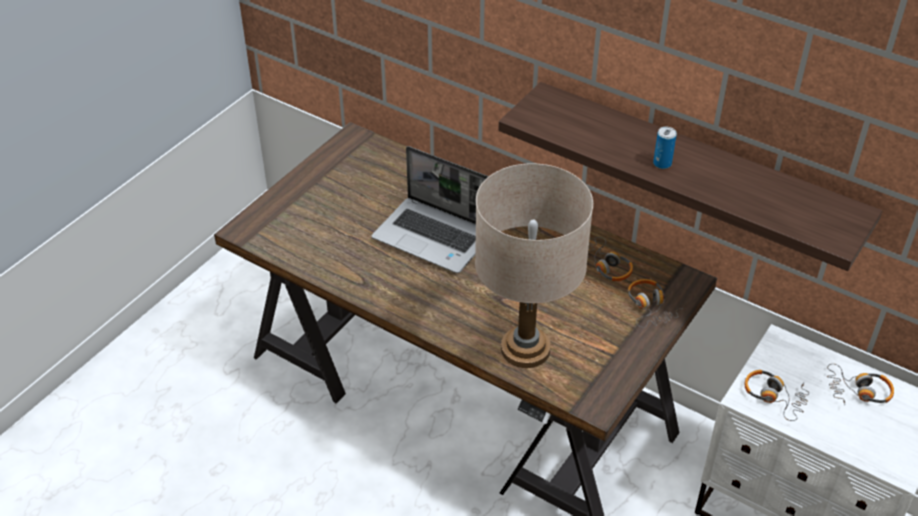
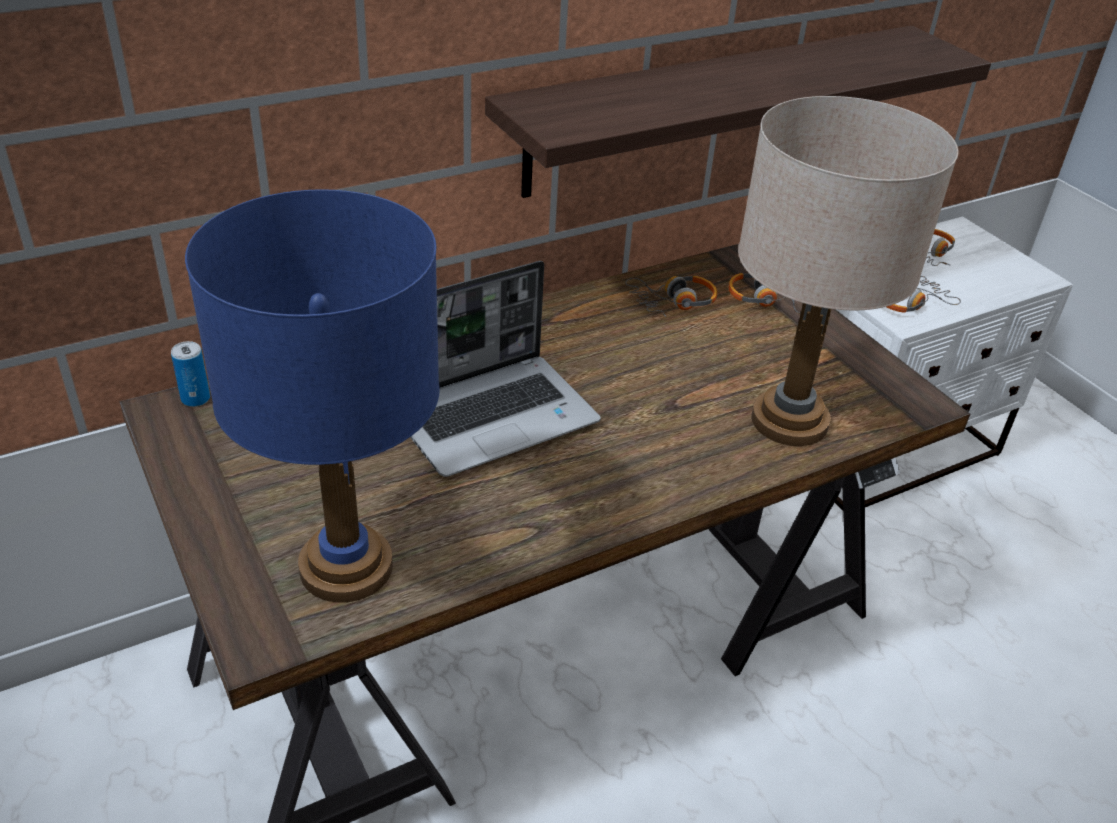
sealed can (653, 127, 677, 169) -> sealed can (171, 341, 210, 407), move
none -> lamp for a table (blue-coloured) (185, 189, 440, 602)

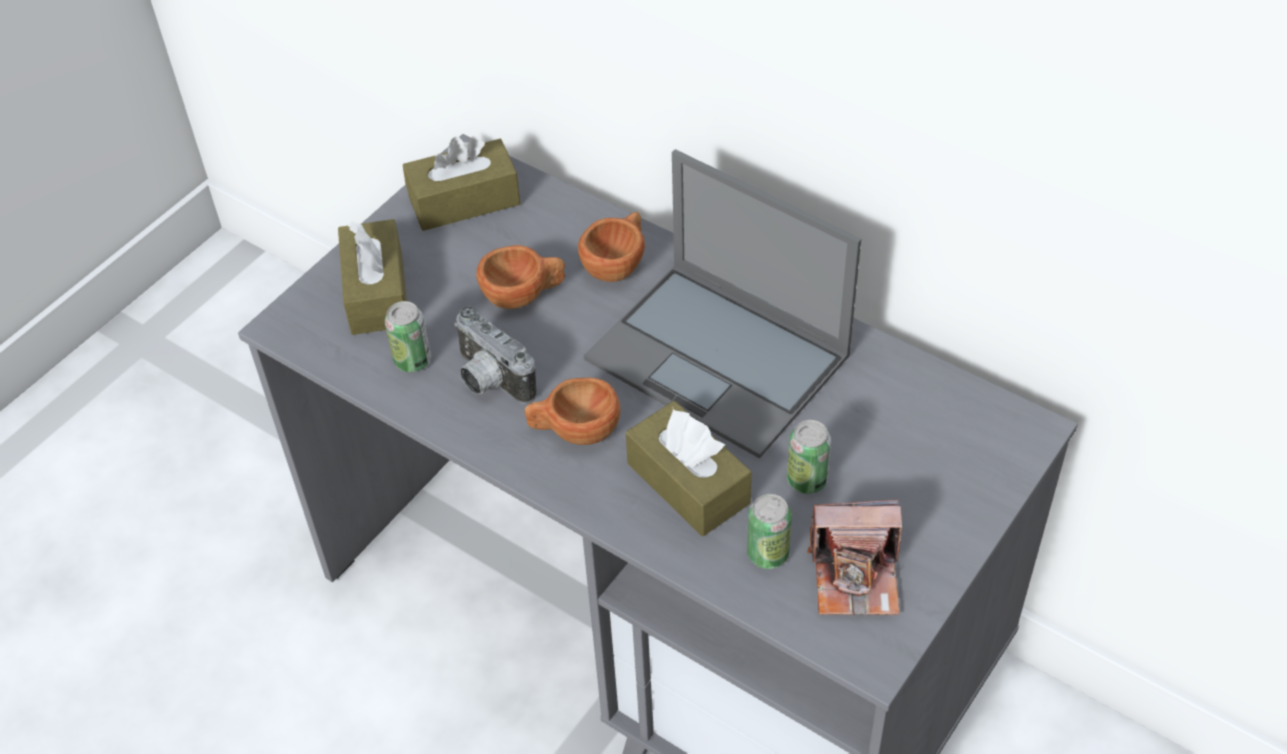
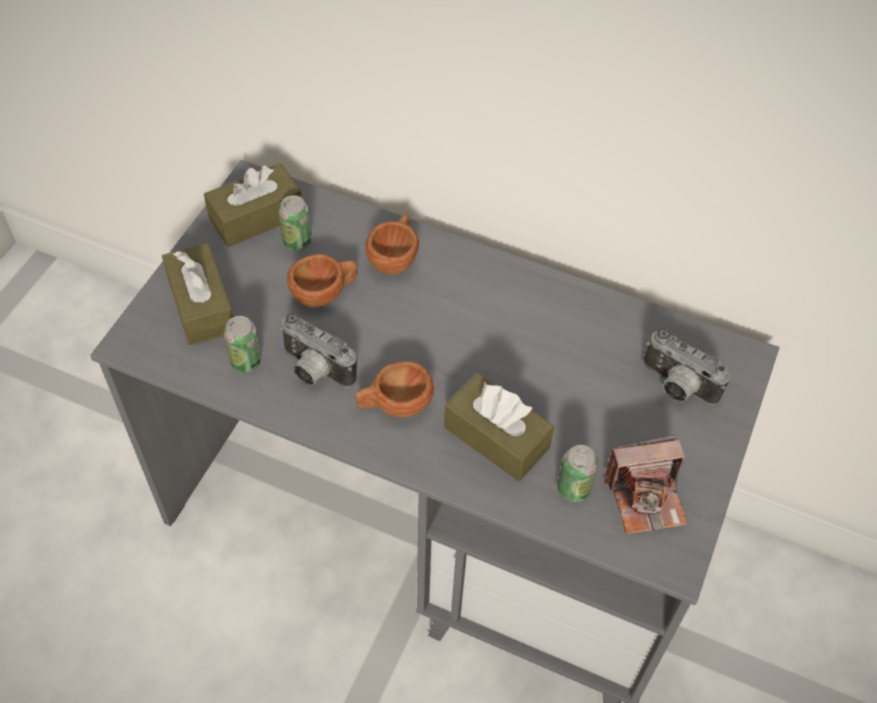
sealed can (787, 420, 831, 494) -> sealed can (278, 195, 312, 251), move
none -> still camera (643, 328, 730, 405)
laptop (584, 149, 861, 459) -> none

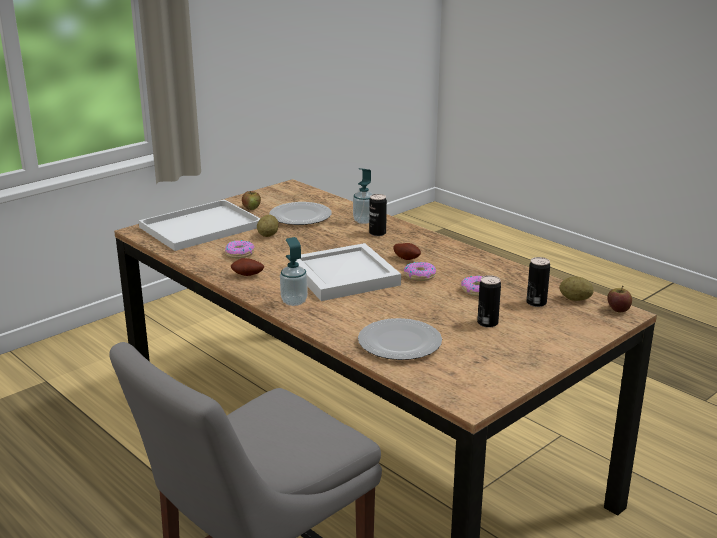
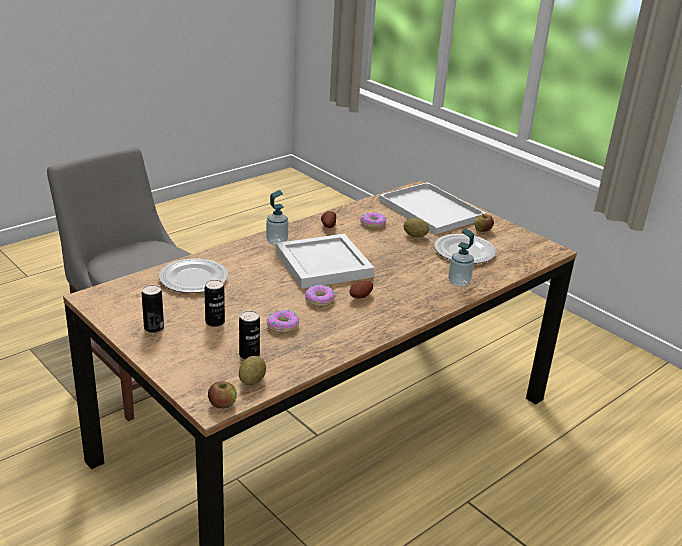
sealed can (369, 194, 387, 236) -> sealed can (142, 285, 164, 333), move

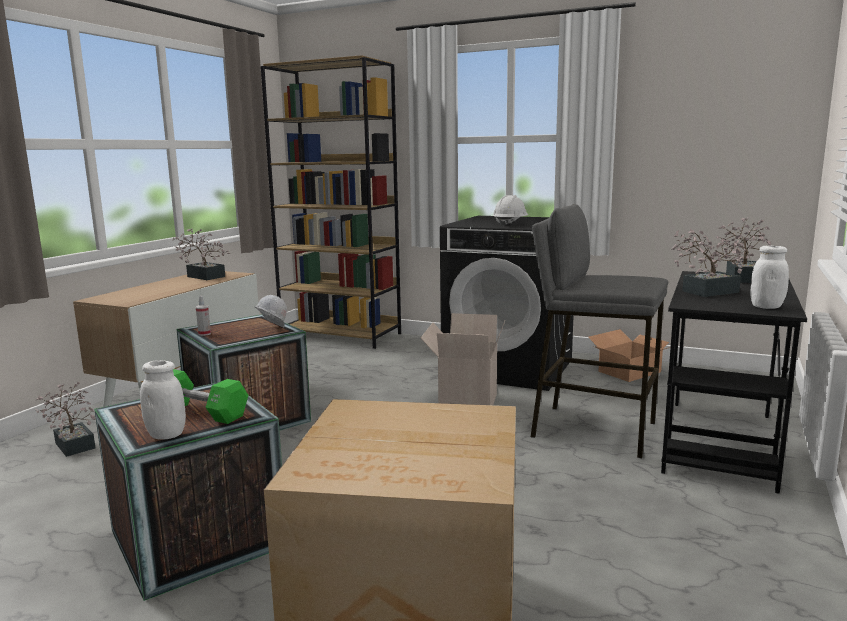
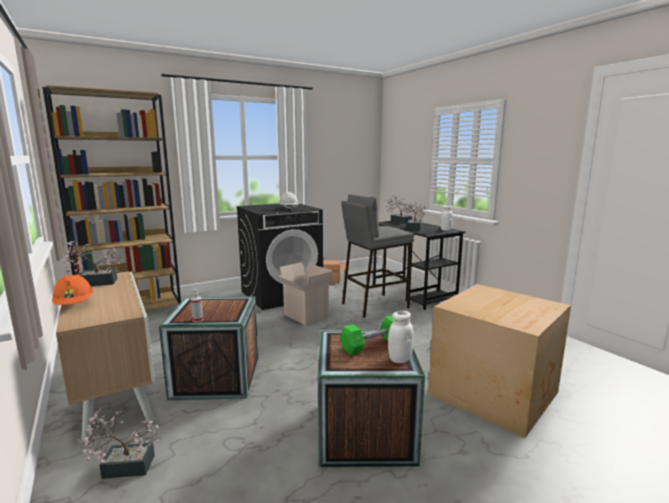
none -> safety helmet (orange-coloured) (52, 274, 93, 305)
safety helmet (white-coloured) (255, 295, 287, 328) -> none

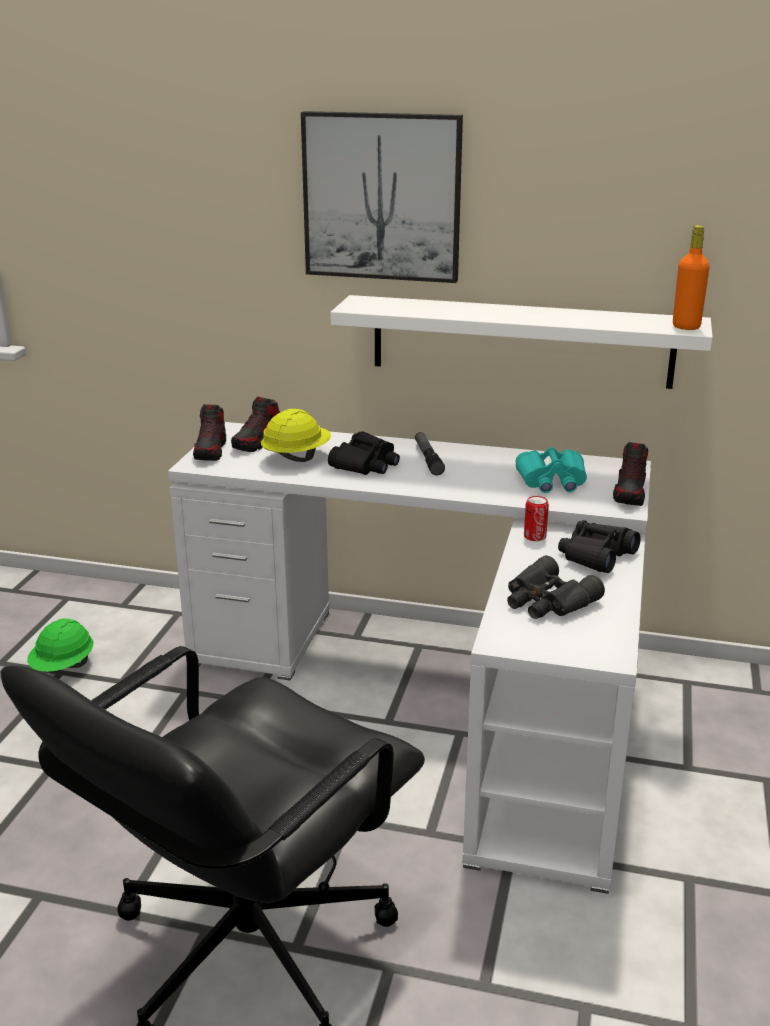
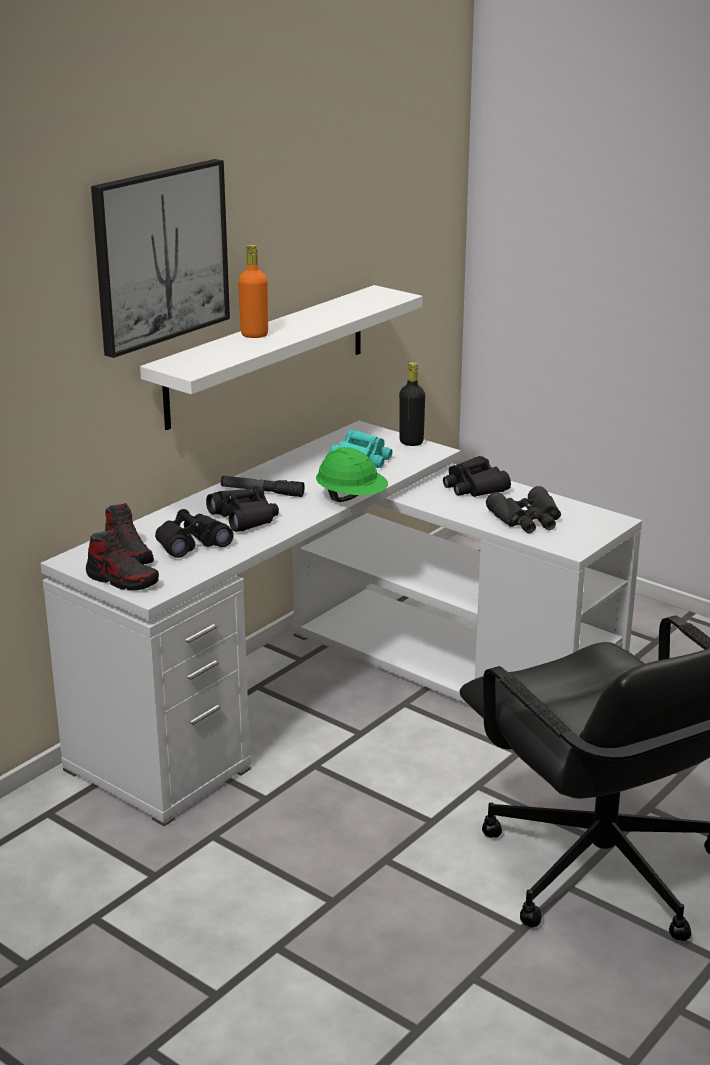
safety helmet (yellow) (261, 409, 331, 462) -> binoculars (blackish) (155, 509, 234, 558)
bottle (orange-coloured) (673, 225, 710, 330) -> bottle (orange-coloured) (238, 244, 268, 338), move
safety helmet (greenish) (27, 619, 93, 672) -> safety helmet (greenish) (316, 447, 388, 502), move
shoe (613, 442, 648, 506) -> bottle (blackish) (399, 362, 425, 446)
sealed can (524, 496, 549, 541) -> none

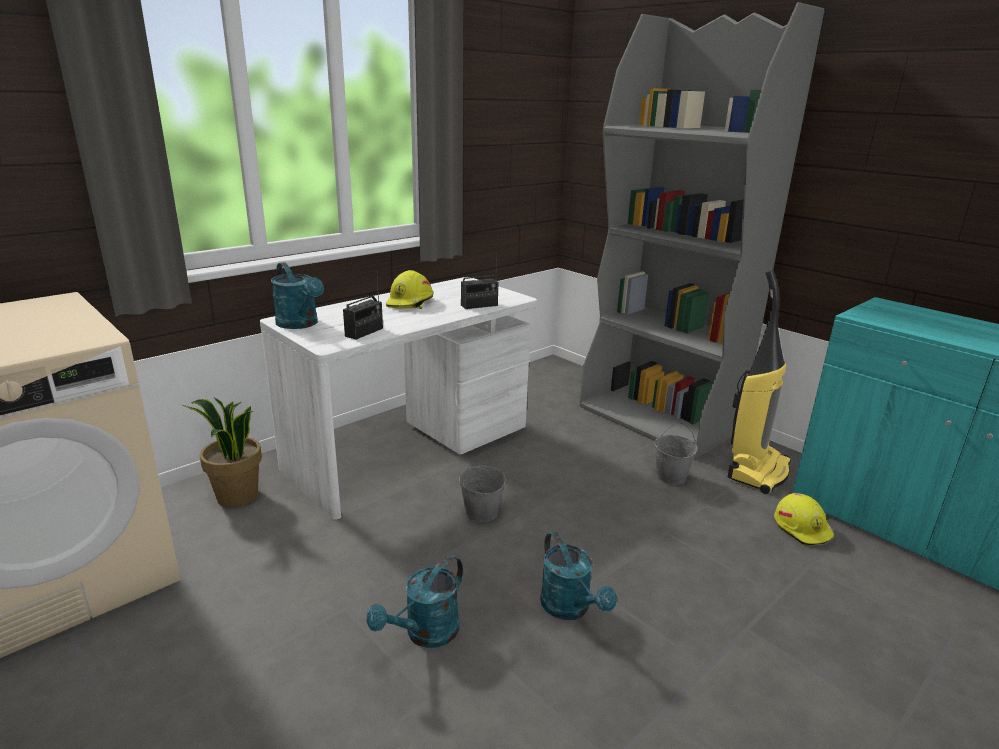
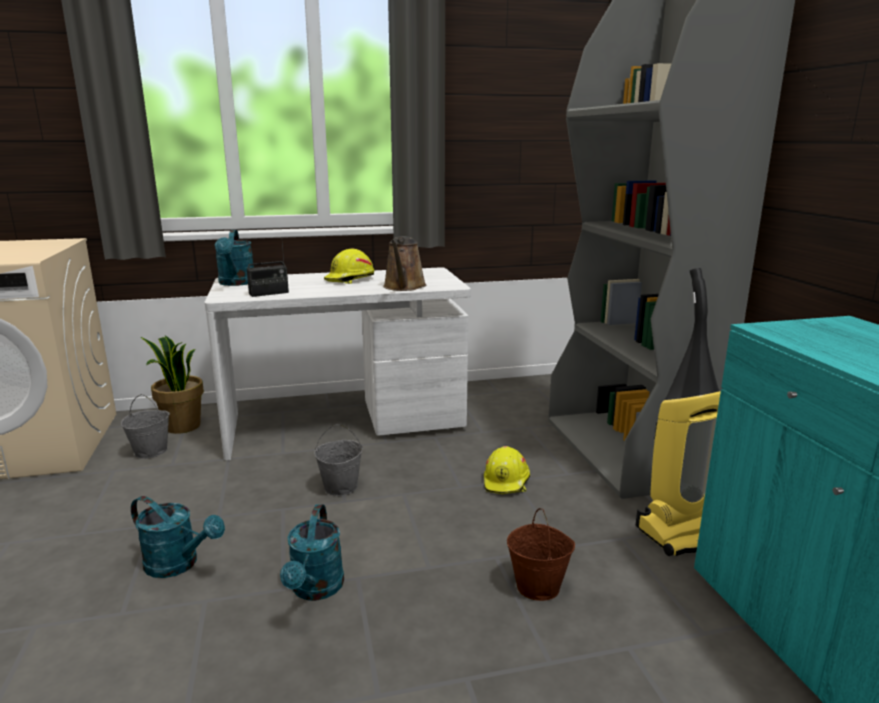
water bucket (grey) (654, 422, 698, 485) -> water bucket (grey) (121, 394, 170, 459), move
watering pot (turquoise) (366, 555, 463, 648) -> watering pot (turquoise) (131, 496, 225, 578), 135 degrees counterclockwise
radio receiver (461, 254, 498, 309) -> watering pot (brown) (383, 236, 426, 291)
safety helmet (yellow) (774, 493, 835, 546) -> safety helmet (yellow) (484, 446, 530, 494), move
none -> water bucket (brown) (507, 508, 575, 601)

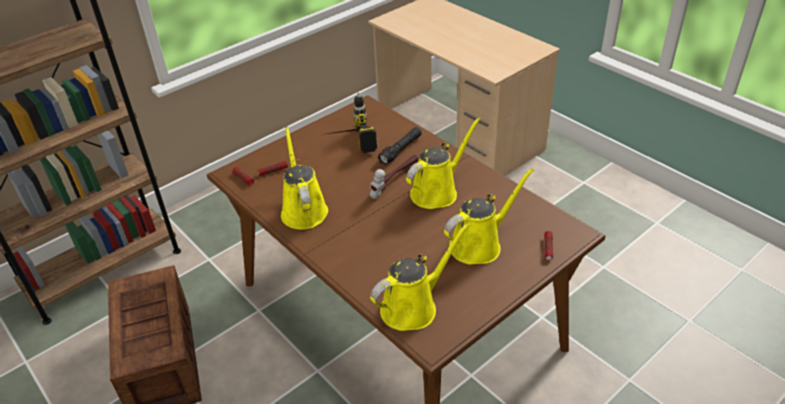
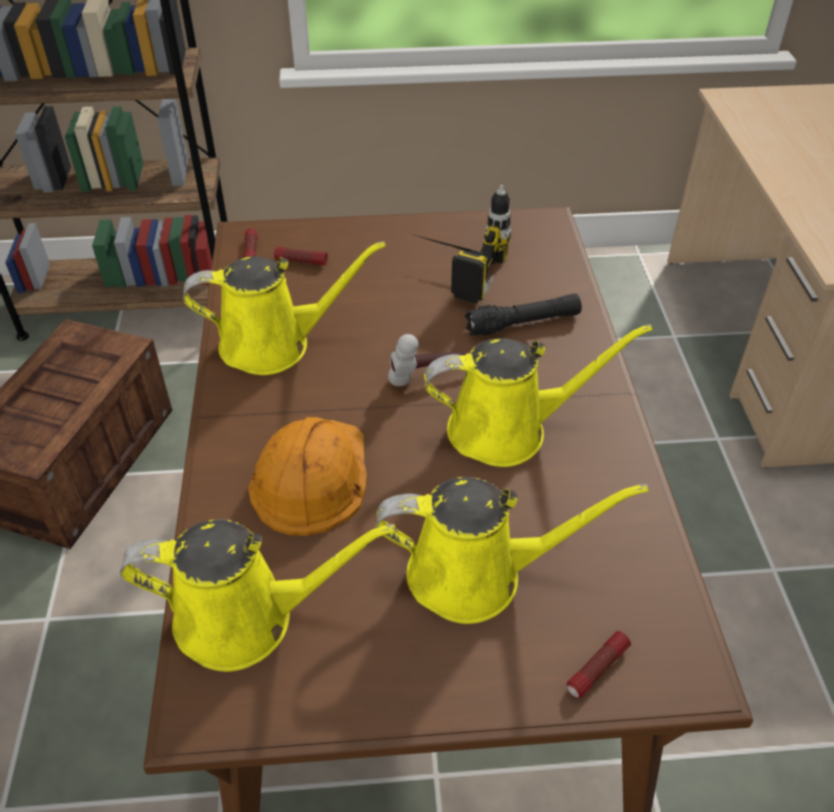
watering pot (yellow) (281, 127, 328, 230) -> watering pot (yellow) (183, 241, 385, 375), 60 degrees clockwise
none -> safety helmet (orange-coloured) (248, 417, 367, 536)

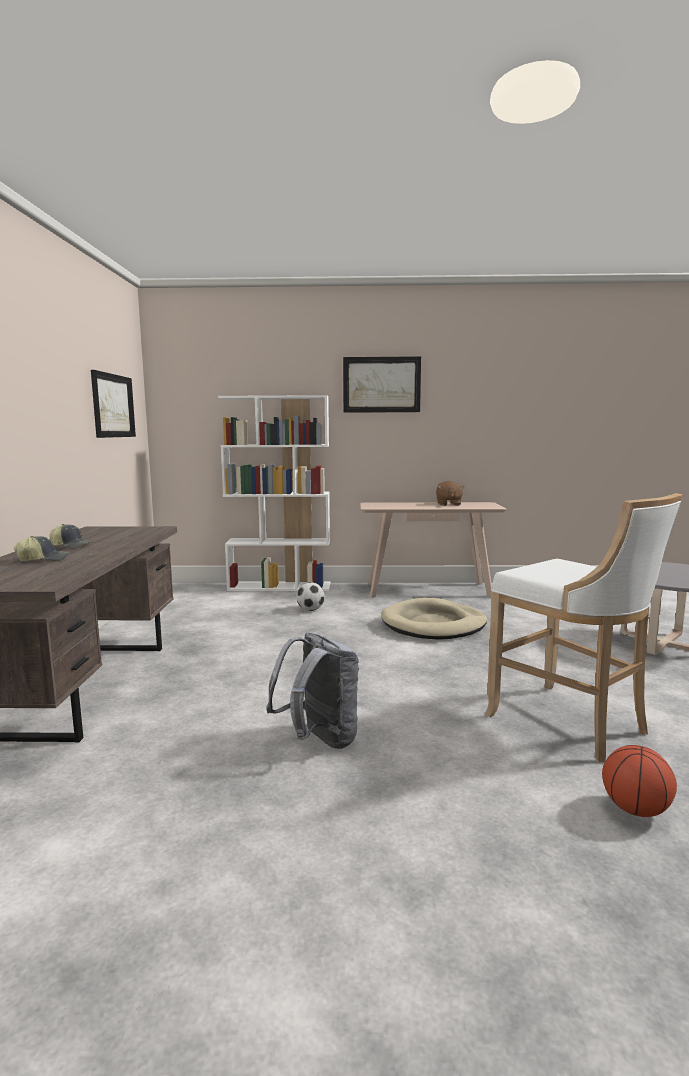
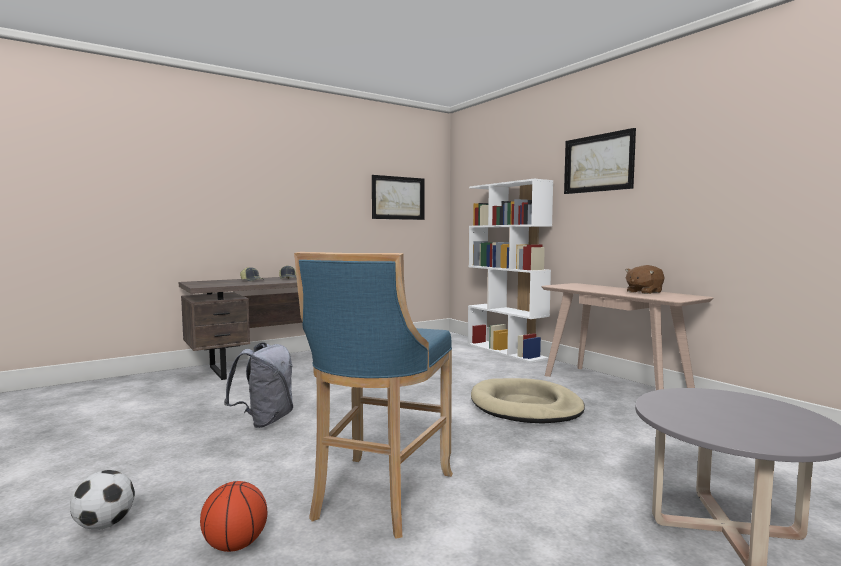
football (296, 582, 325, 611) -> football (70, 470, 135, 530), move
sitting stool (white-coloured) (485, 493, 683, 762) -> sitting stool (blue-coloured) (294, 252, 453, 539)

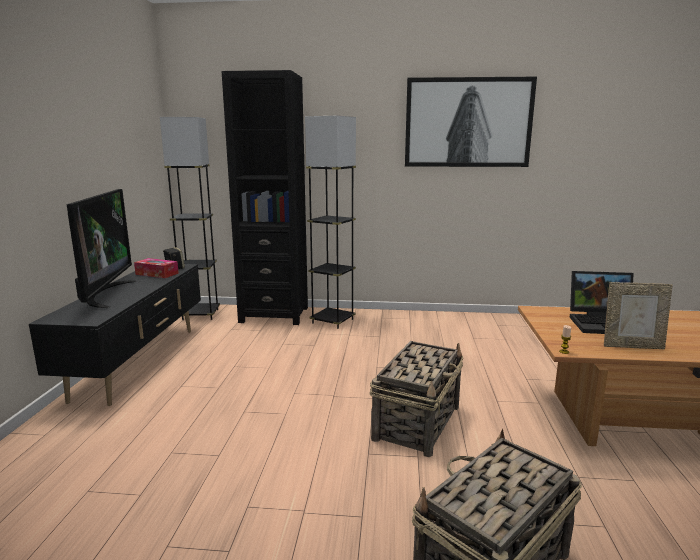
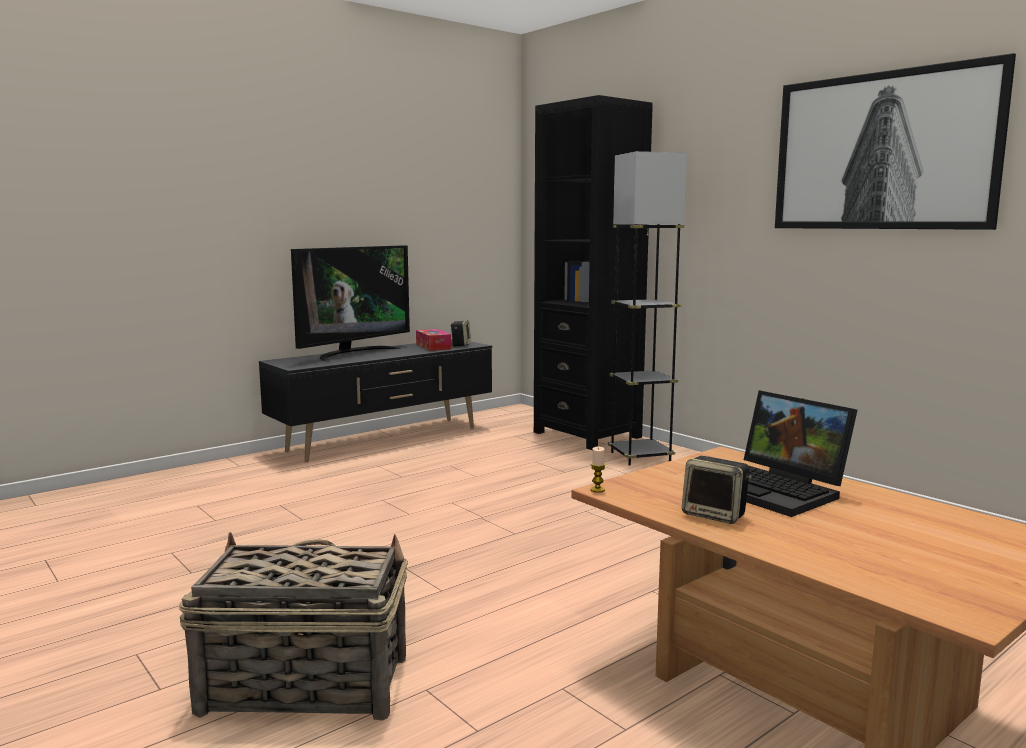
standing frame (604, 282, 673, 349) -> speaker (682, 456, 752, 524)
standard lamp (grey) (160, 117, 220, 320) -> none
storage basket (369, 341, 463, 457) -> none

